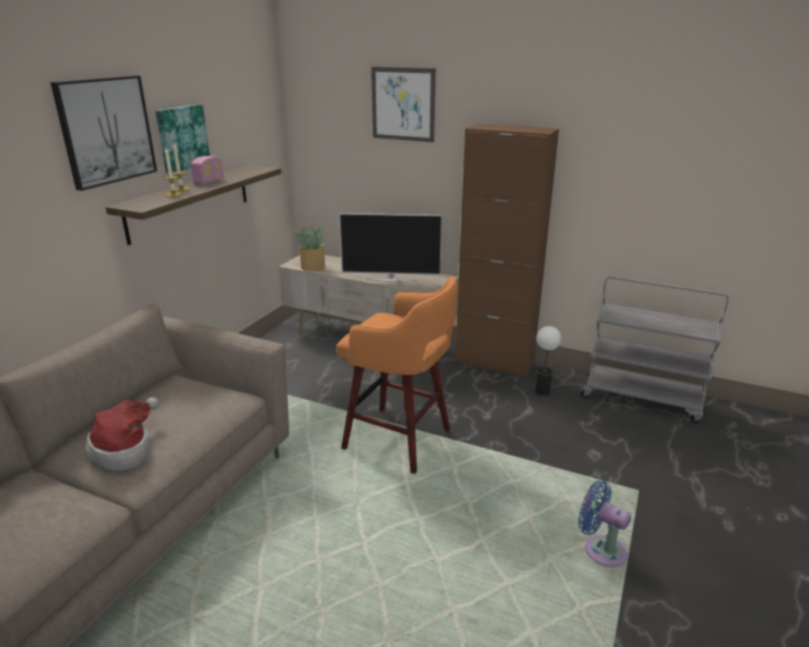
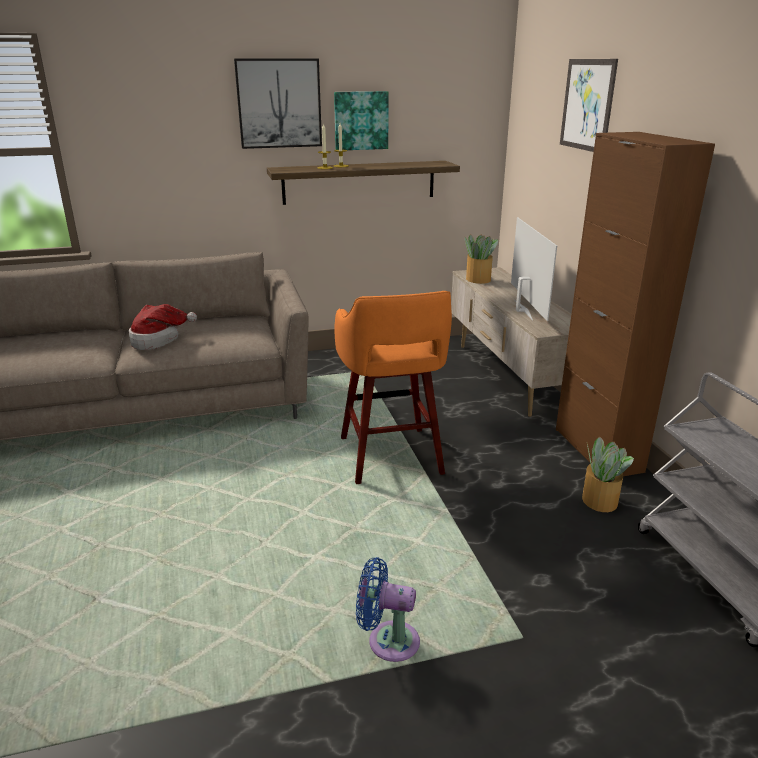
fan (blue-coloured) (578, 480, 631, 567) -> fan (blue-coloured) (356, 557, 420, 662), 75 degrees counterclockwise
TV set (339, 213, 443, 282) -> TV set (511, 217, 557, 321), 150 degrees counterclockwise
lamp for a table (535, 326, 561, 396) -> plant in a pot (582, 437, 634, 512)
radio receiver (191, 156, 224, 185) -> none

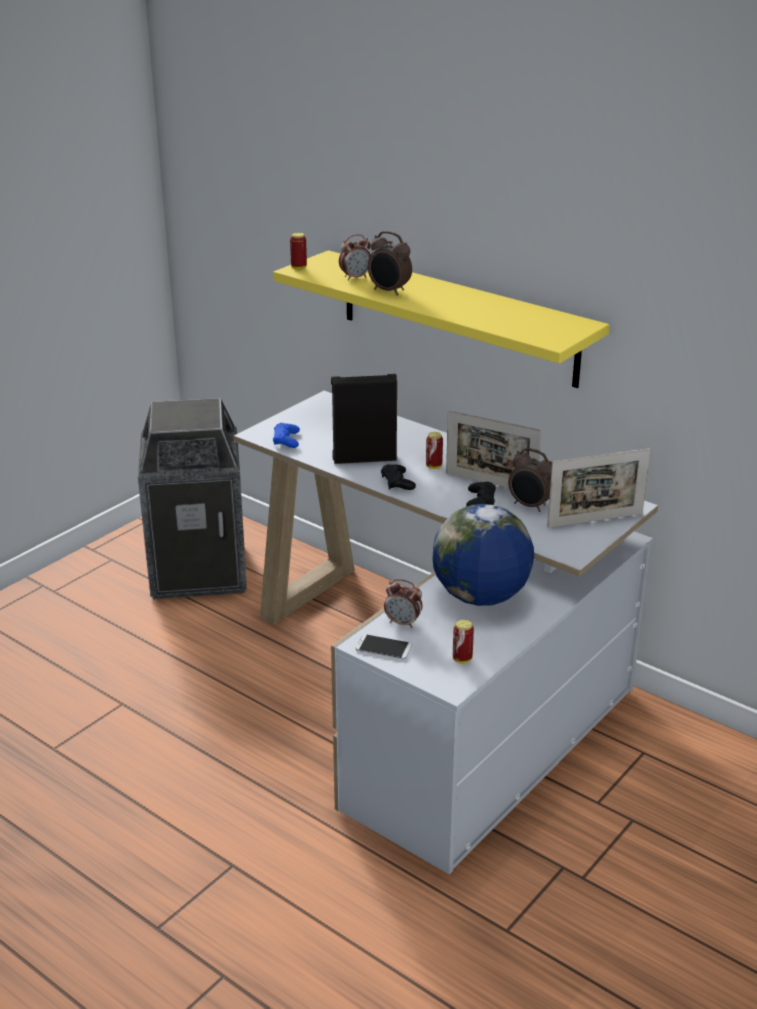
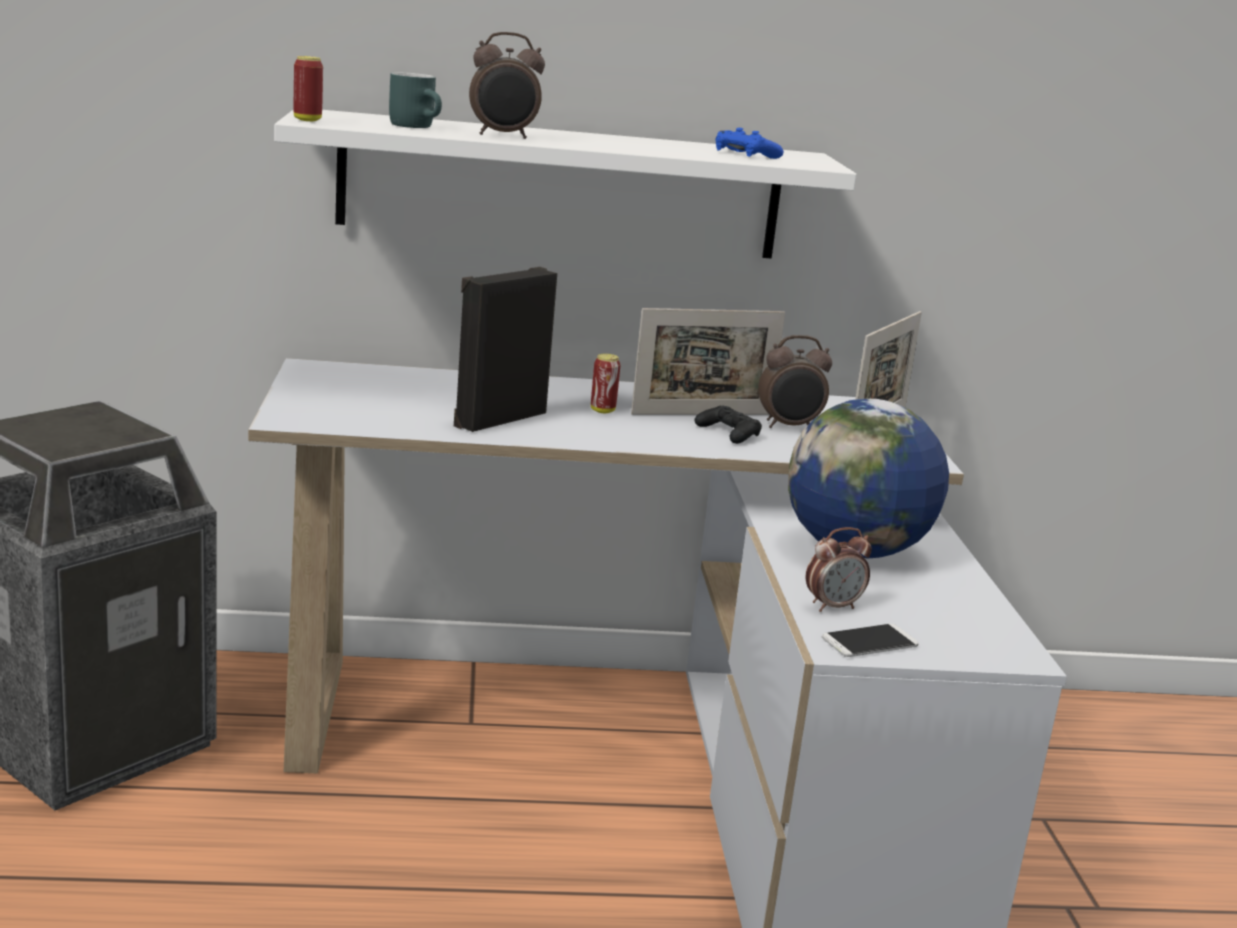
shelf (yellow) (273, 250, 610, 388) -> shelf (white-coloured) (274, 109, 857, 259)
bedside clock (339, 234, 371, 280) -> mug (turquoise) (389, 72, 442, 128)
game controller (blue-coloured) (273, 423, 300, 448) -> game controller (blue-coloured) (716, 128, 784, 159), move
game controller (blackish) (381, 464, 416, 490) -> none
sealed can (453, 619, 474, 663) -> none

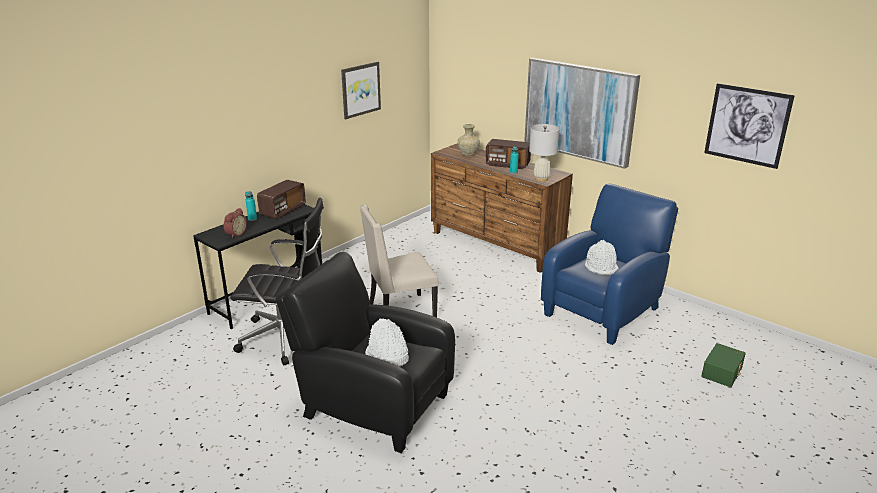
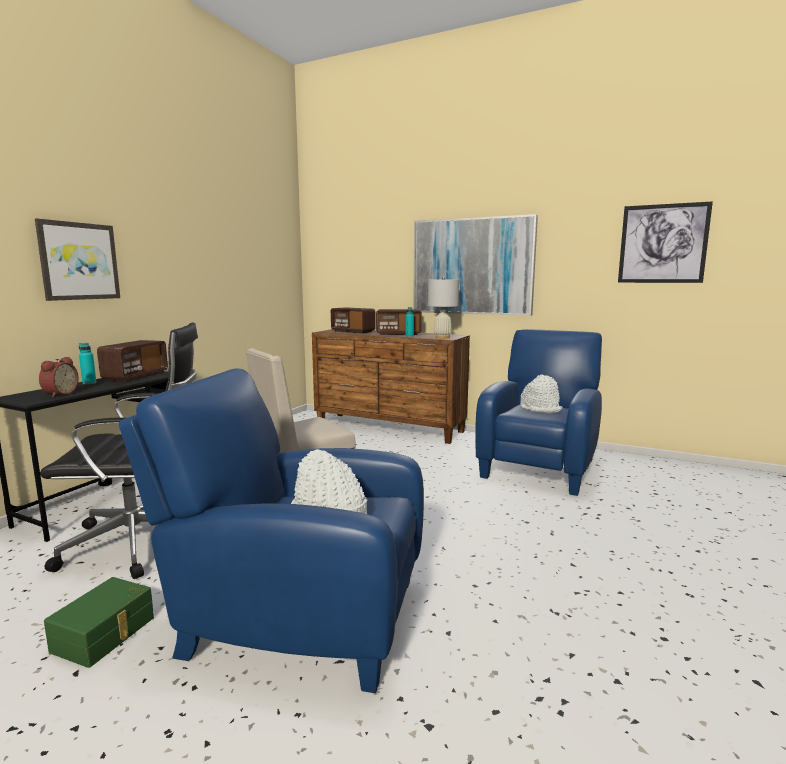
wall art (341, 62, 381, 119) -> wall art (35, 218, 120, 301), move
storage box (greenish) (701, 343, 746, 387) -> storage box (greenish) (44, 577, 154, 668), move
armchair (blackish) (276, 252, 455, 453) -> armchair (blue-coloured) (119, 368, 424, 693)
decorative vase (beige-coloured) (457, 124, 480, 156) -> radio receiver (331, 307, 376, 333)

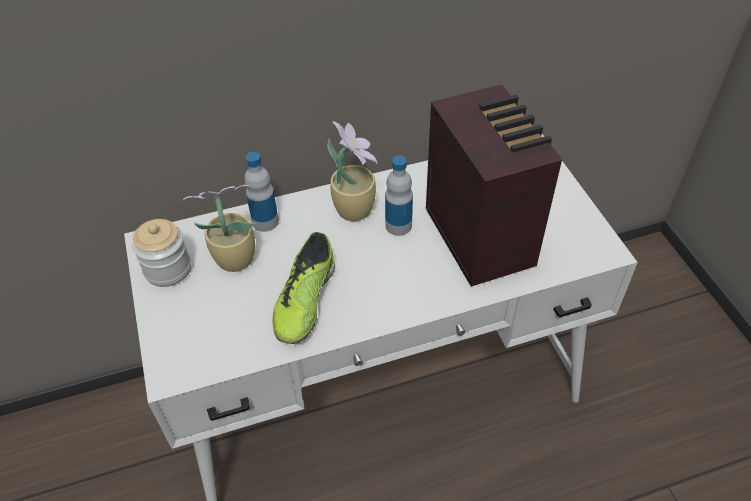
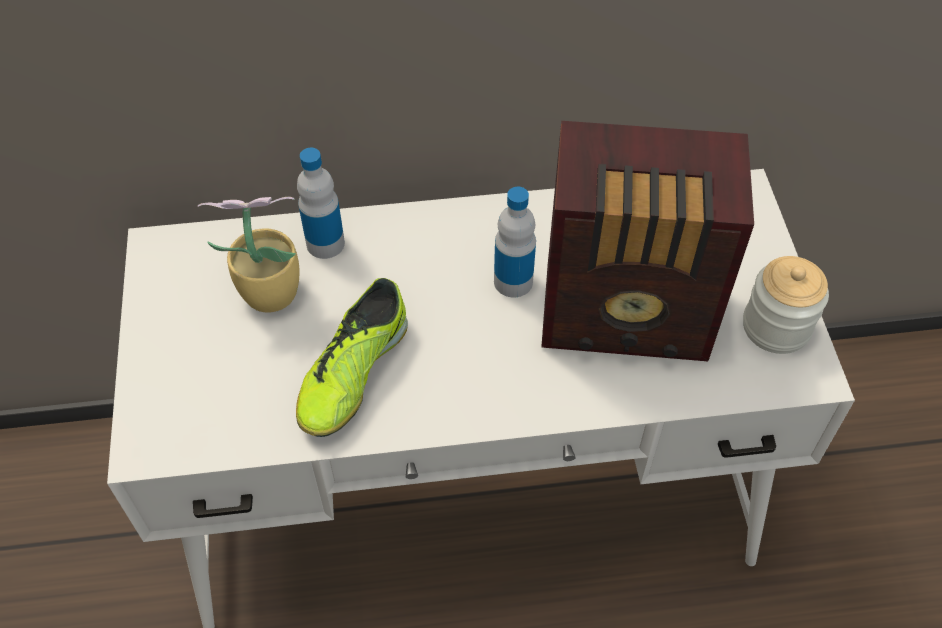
radio receiver (426, 84, 562, 287) -> radio receiver (541, 121, 754, 361), 105 degrees clockwise
storage jar (132, 219, 191, 287) -> storage jar (743, 256, 829, 354), move
plant in a pot (327, 121, 378, 221) -> none

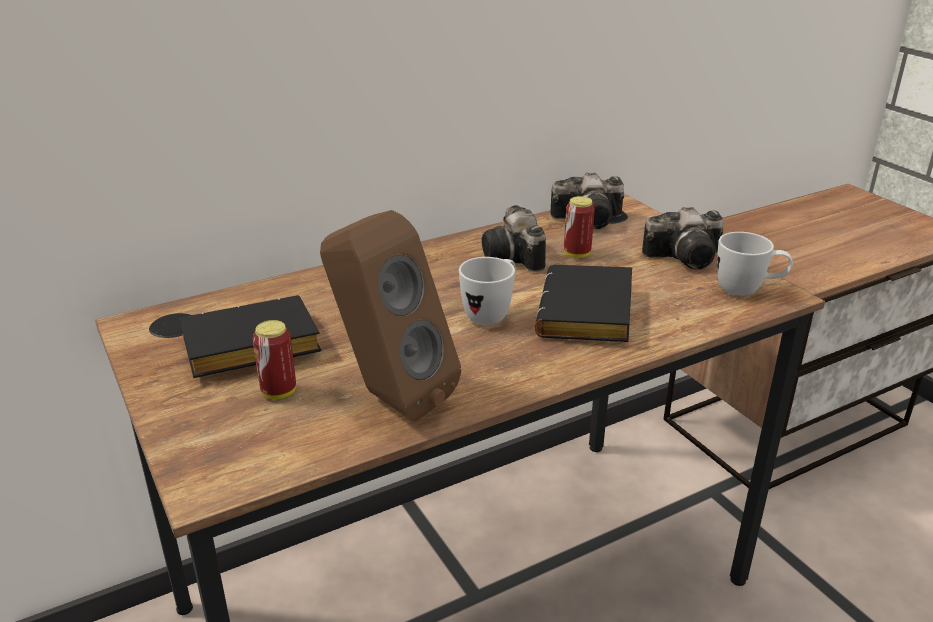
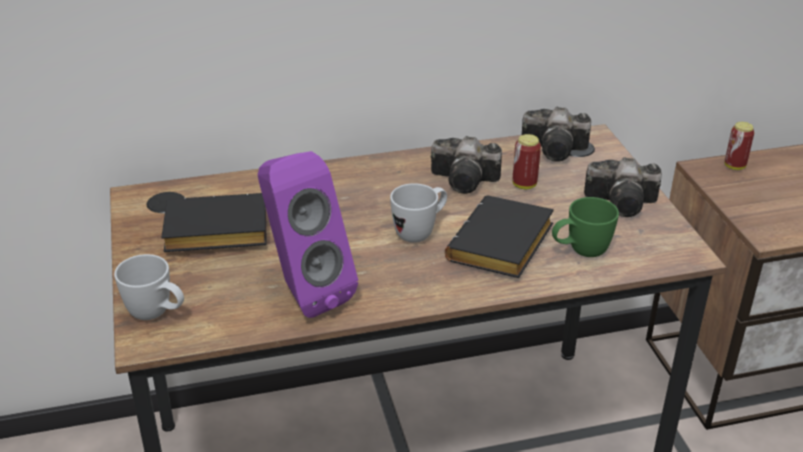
mug (white-coloured) (717, 232, 793, 296) -> mug (white-coloured) (114, 254, 184, 320), move
speaker (brown) (320, 210, 461, 422) -> speaker (purple) (258, 151, 358, 318)
still camera (482, 205, 546, 272) -> still camera (431, 136, 502, 194), 75 degrees counterclockwise
none -> mug (greenish) (552, 197, 619, 257)
sealed can (253, 320, 296, 399) -> sealed can (725, 122, 754, 170), move

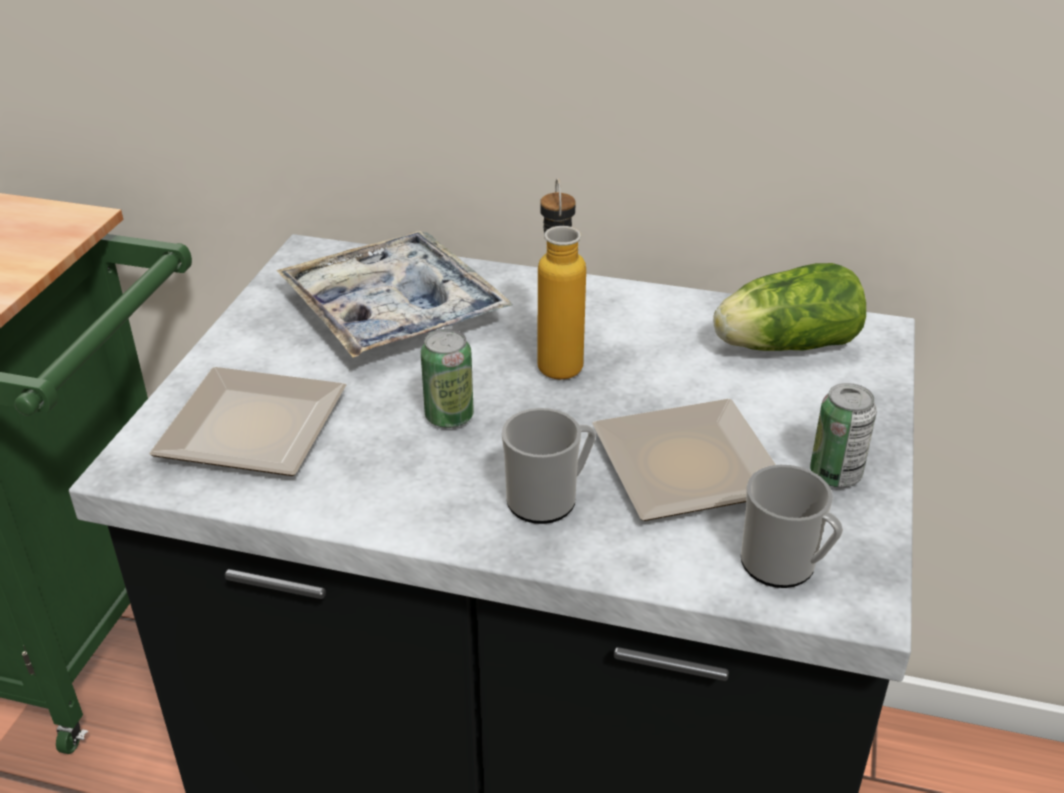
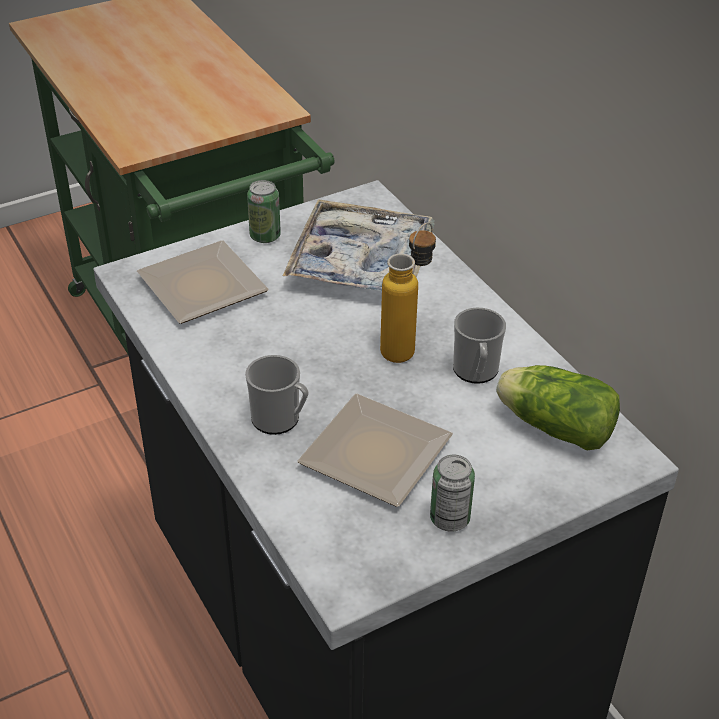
sealed can (421, 329, 474, 428) -> sealed can (247, 180, 281, 243), move
mug (741, 465, 843, 588) -> mug (453, 308, 506, 384), move

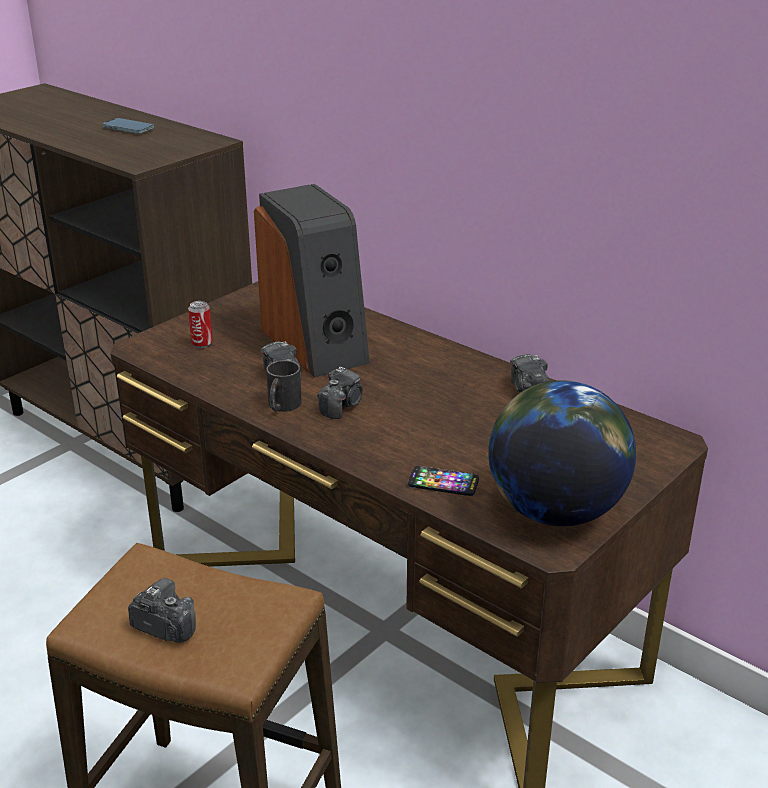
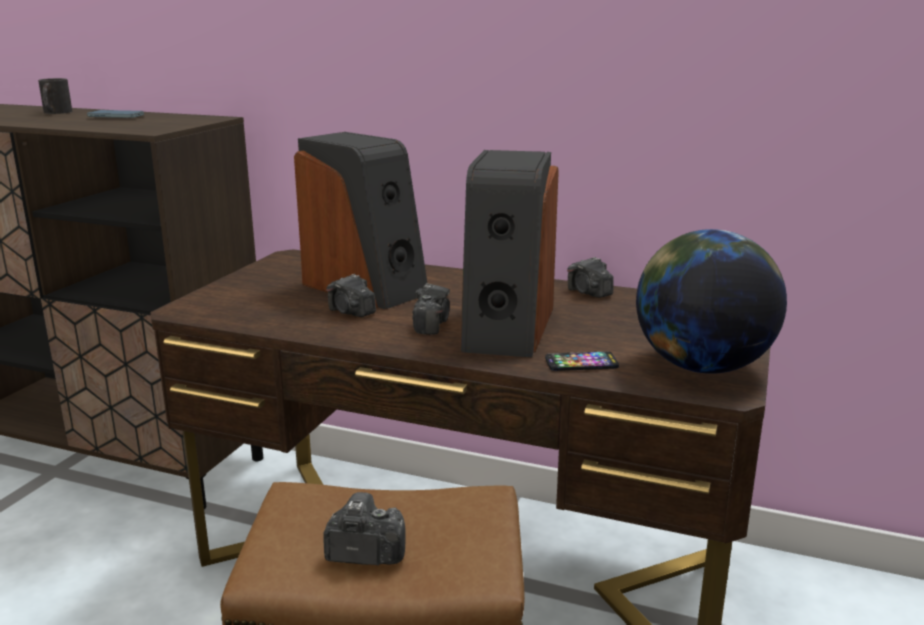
mug (blackish) (266, 360, 302, 412) -> mug (blackish) (38, 78, 73, 114), move
none -> speaker (460, 150, 559, 358)
sealed can (188, 301, 213, 348) -> none

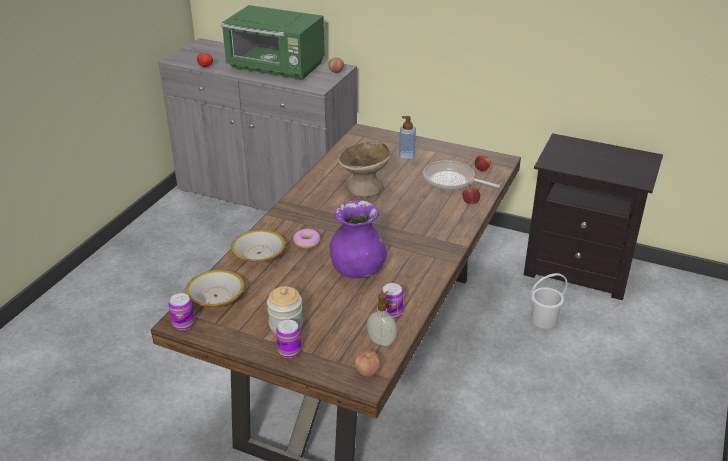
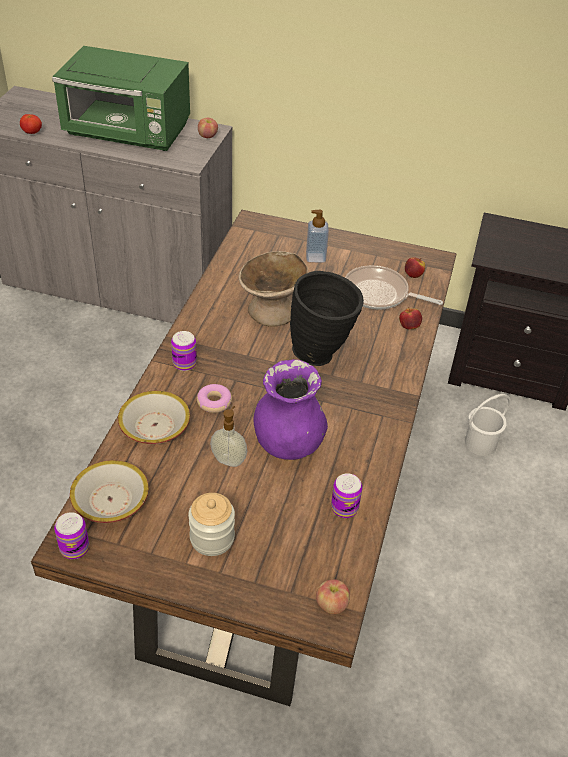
sealed can (276, 320, 301, 358) -> sealed can (171, 331, 197, 371), move
soap dispenser (367, 291, 397, 346) -> soap dispenser (210, 406, 247, 467), move
none -> decorative vase (blackish) (290, 271, 364, 366)

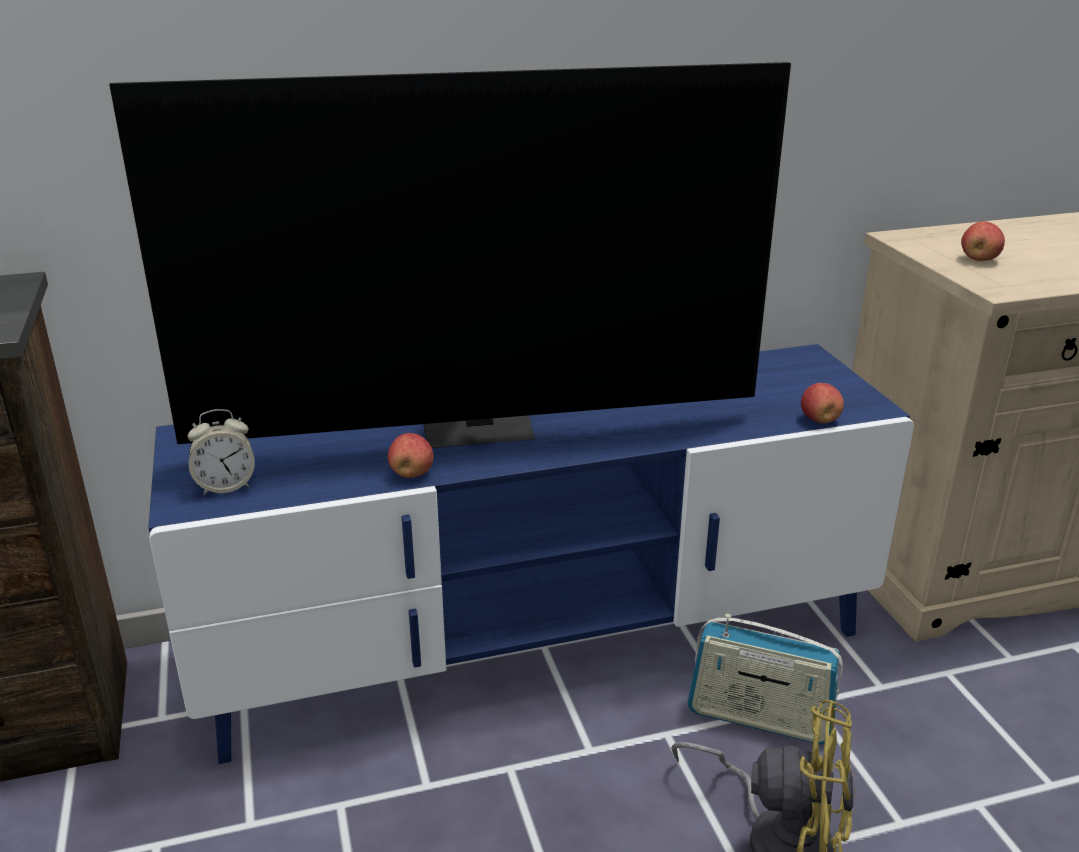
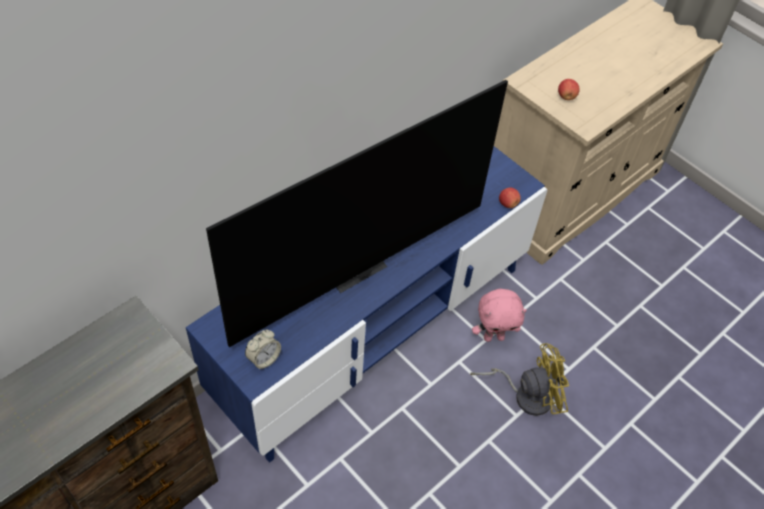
radio receiver (687, 614, 843, 745) -> cuddly toy (pinkish) (472, 289, 527, 342)
apple fruit (388, 433, 434, 478) -> none

